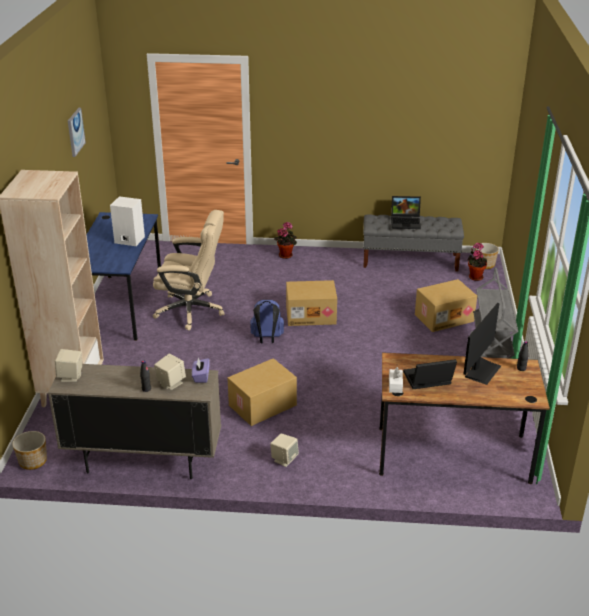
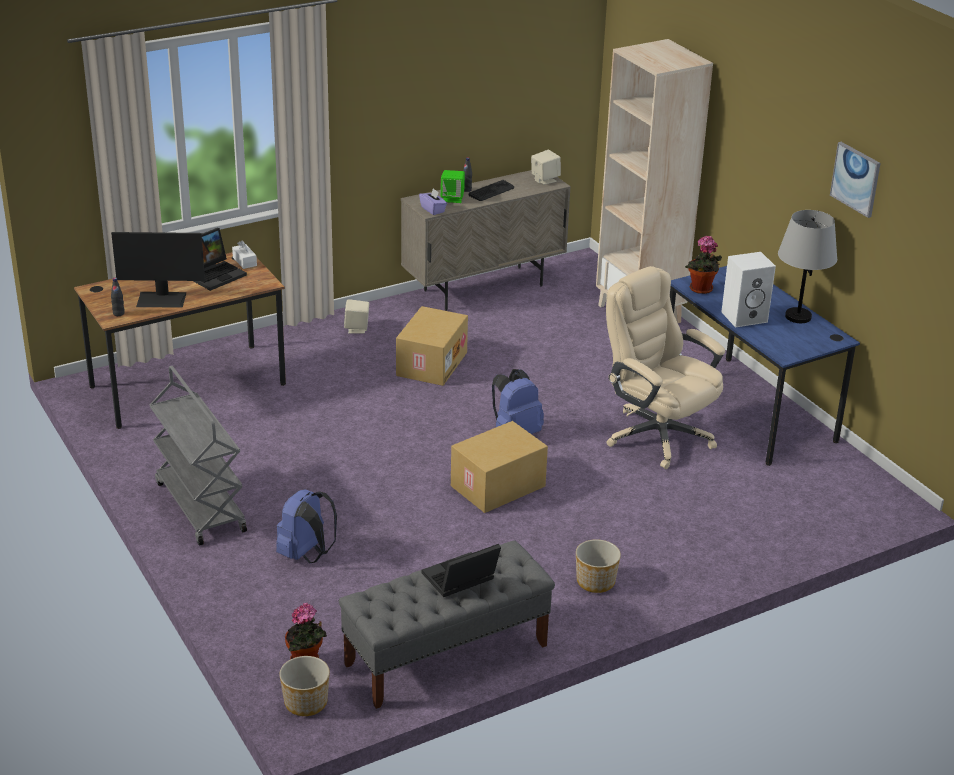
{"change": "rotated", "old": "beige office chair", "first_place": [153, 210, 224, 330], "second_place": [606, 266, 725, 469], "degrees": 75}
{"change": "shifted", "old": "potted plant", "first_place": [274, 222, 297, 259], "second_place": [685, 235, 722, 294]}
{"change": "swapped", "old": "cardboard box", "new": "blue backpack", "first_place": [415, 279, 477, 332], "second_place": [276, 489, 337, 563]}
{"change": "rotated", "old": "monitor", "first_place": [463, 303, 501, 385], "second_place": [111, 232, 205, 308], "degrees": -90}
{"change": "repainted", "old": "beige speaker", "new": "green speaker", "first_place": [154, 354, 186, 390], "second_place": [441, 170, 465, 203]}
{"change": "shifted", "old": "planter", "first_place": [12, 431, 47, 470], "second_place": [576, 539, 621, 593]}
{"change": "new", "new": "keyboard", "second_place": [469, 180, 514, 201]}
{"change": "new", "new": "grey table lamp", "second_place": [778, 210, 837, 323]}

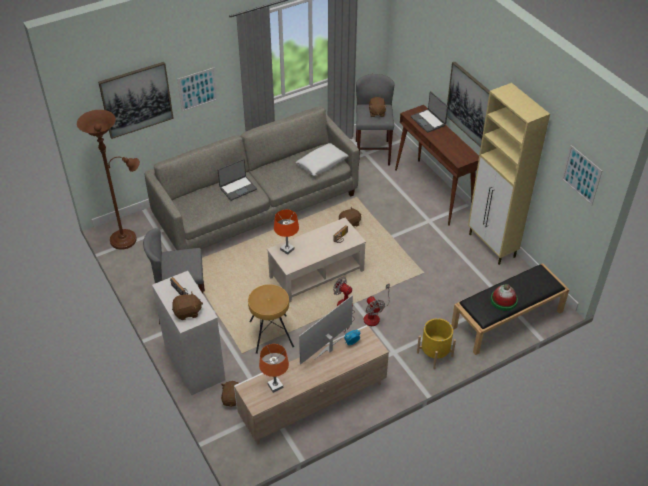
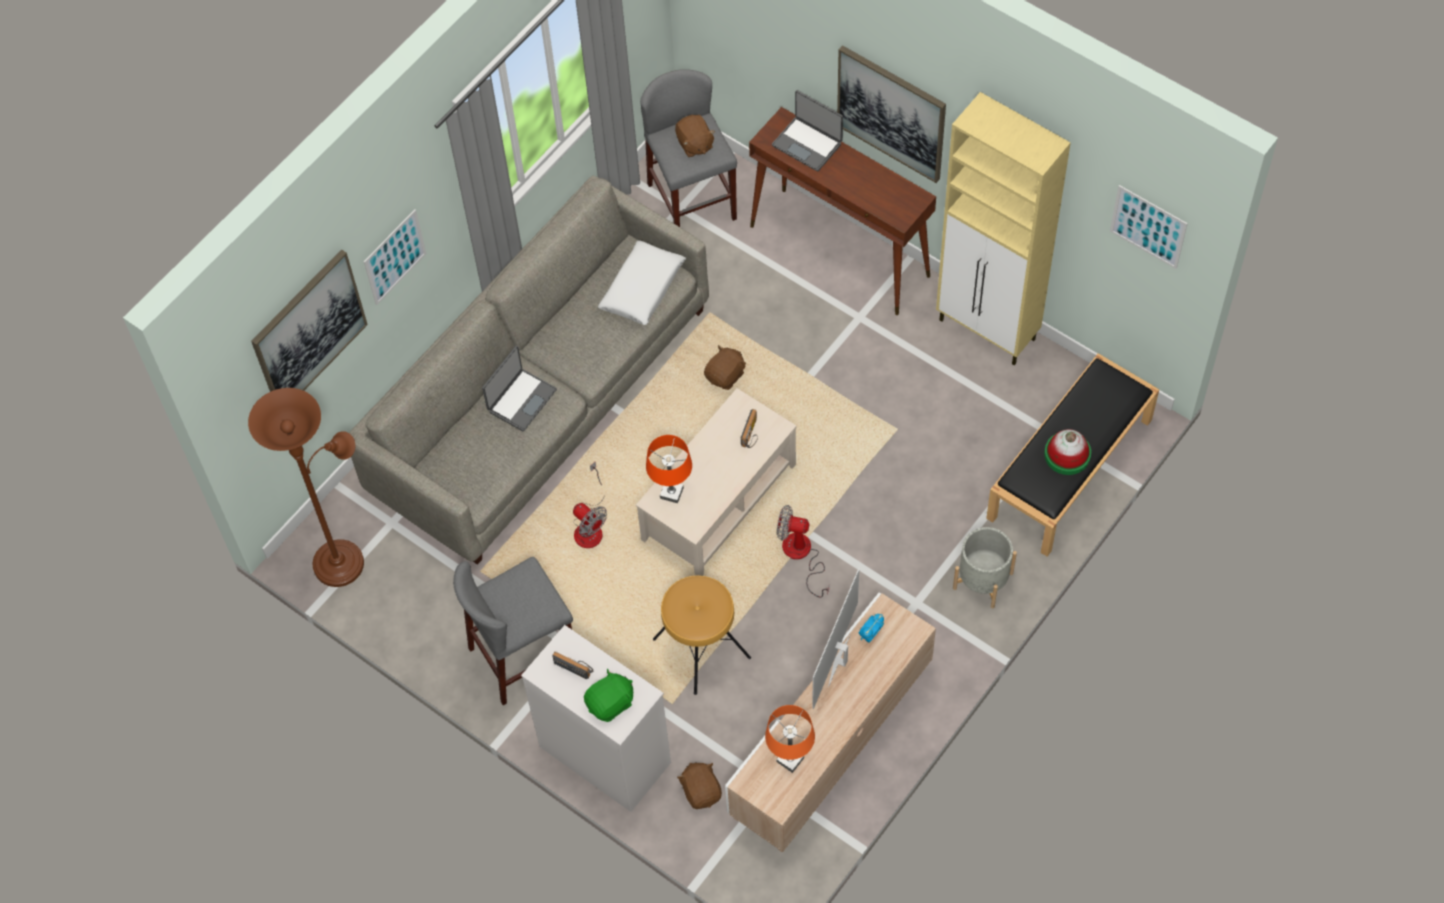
{"change": "shifted", "old": "fan", "first_place": [364, 284, 390, 326], "second_place": [573, 462, 607, 548]}
{"change": "repainted", "old": "brown plush toy", "new": "green plush toy", "first_place": [172, 292, 203, 320], "second_place": [584, 669, 633, 722]}
{"change": "repainted", "old": "yellow planter", "new": "grey planter", "first_place": [417, 318, 456, 369], "second_place": [953, 527, 1017, 608]}

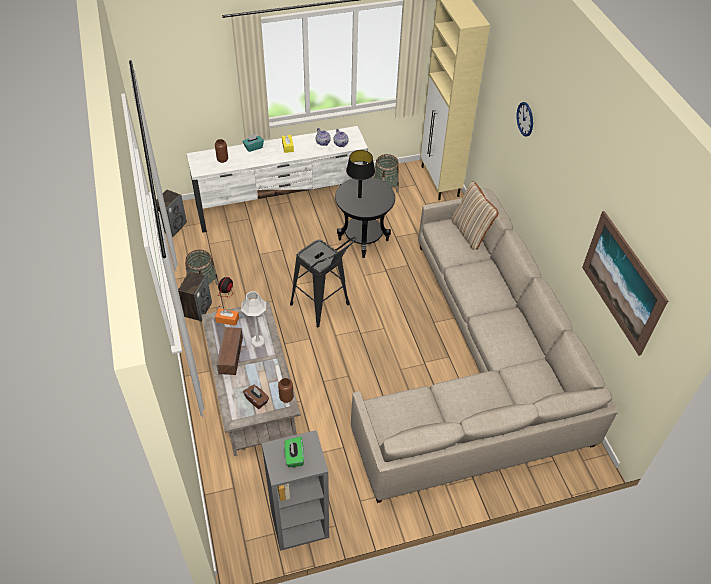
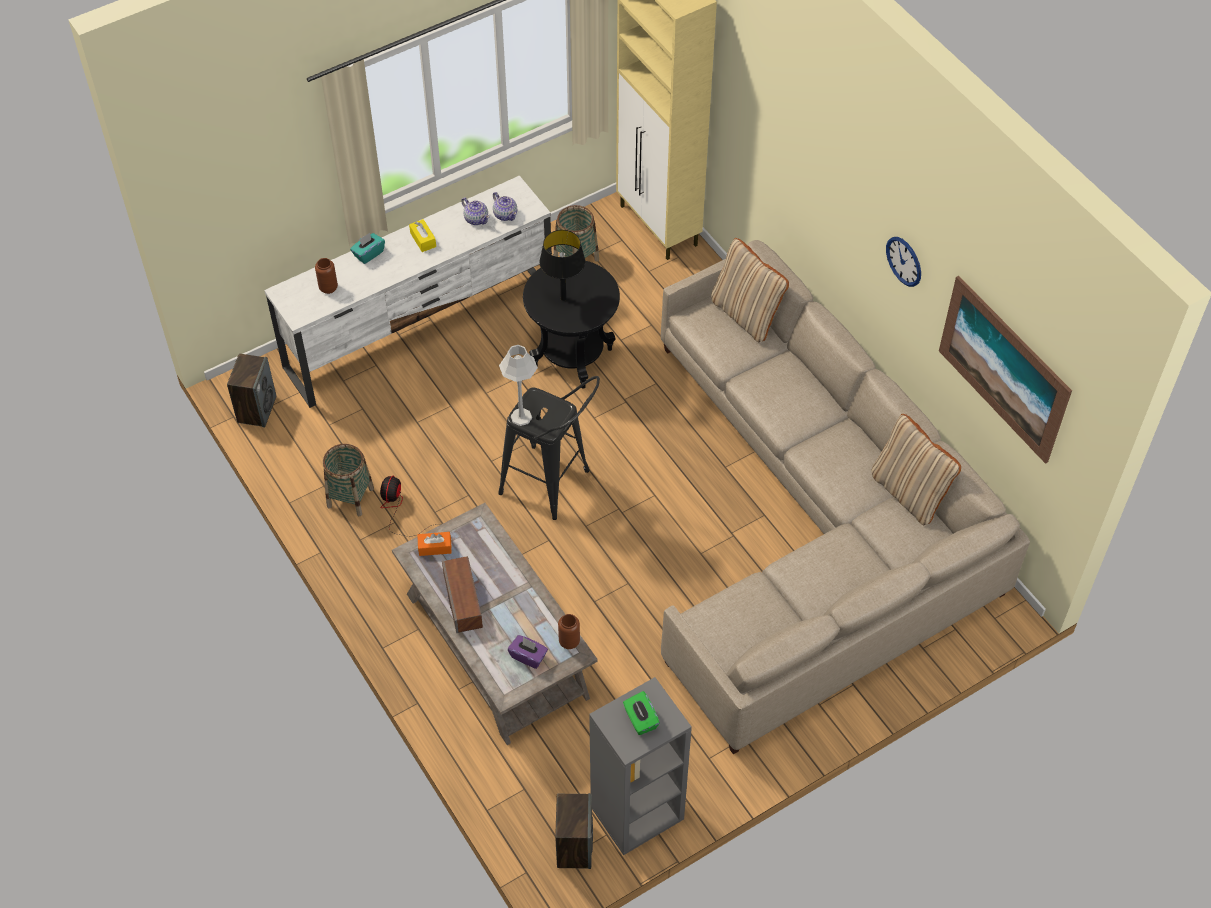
{"change": "shifted", "old": "wall clock", "first_place": [517, 102, 533, 137], "second_place": [886, 237, 921, 287]}
{"change": "shifted", "old": "speaker", "first_place": [178, 271, 212, 322], "second_place": [555, 793, 593, 869]}
{"change": "shifted", "old": "grey table lamp", "first_place": [241, 291, 266, 347], "second_place": [499, 345, 538, 426]}
{"change": "repainted", "old": "brown tissue box", "new": "purple tissue box", "first_place": [243, 385, 269, 409], "second_place": [508, 635, 548, 669]}
{"change": "new", "new": "beige pillow", "second_place": [871, 414, 961, 526]}

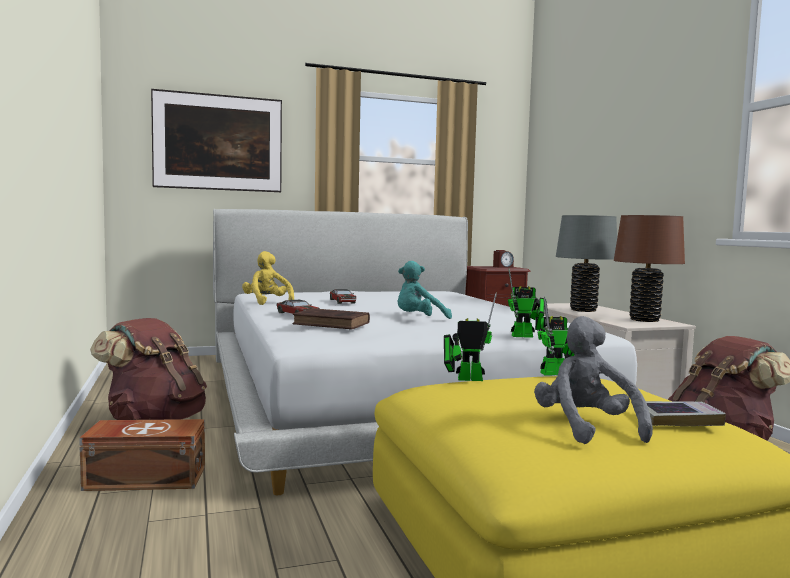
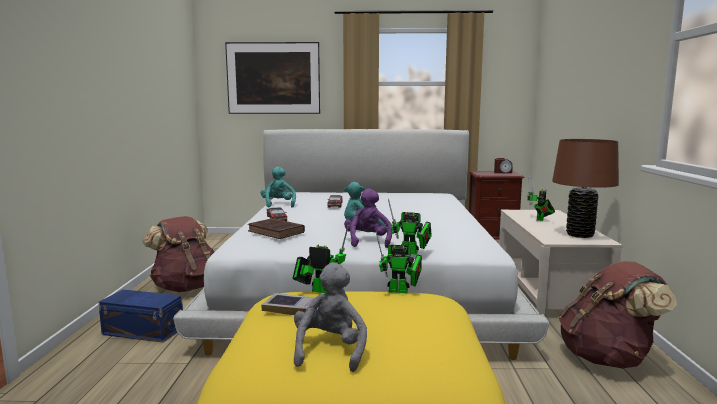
{"change": "swapped", "old": "grey table lamp", "new": "toy robot", "first_place": [556, 215, 617, 312], "second_place": [527, 176, 555, 221]}
{"change": "repainted", "old": "yellow plush toy", "new": "turquoise plush toy", "first_place": [242, 251, 294, 305], "second_place": [261, 166, 296, 208]}
{"change": "shifted", "old": "book", "first_place": [646, 401, 726, 426], "second_place": [261, 293, 315, 315]}
{"change": "repainted", "old": "brown storage box", "new": "blue storage box", "first_place": [79, 419, 205, 491], "second_place": [98, 289, 183, 343]}
{"change": "new", "new": "purple plush toy", "second_place": [344, 189, 392, 248]}

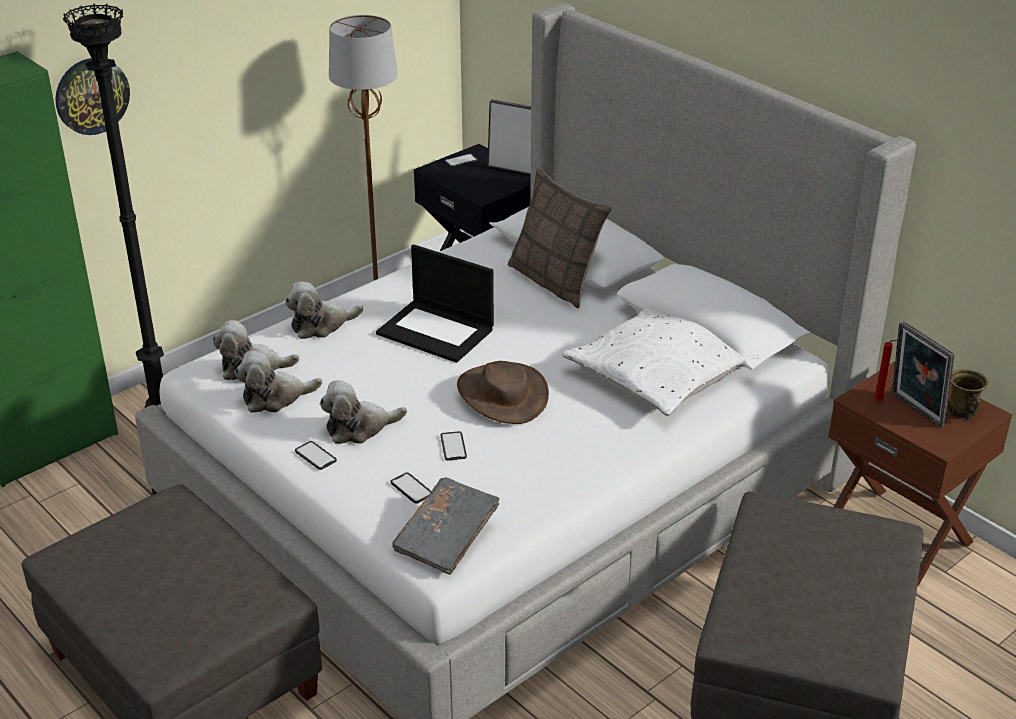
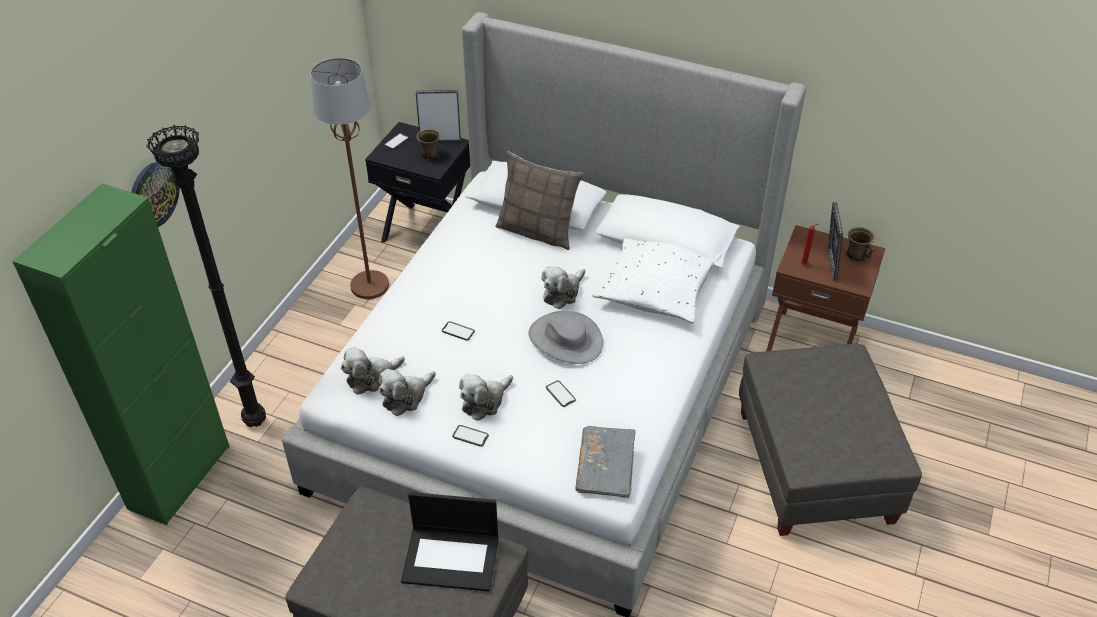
{"change": "shifted", "old": "laptop", "first_place": [376, 244, 494, 363], "second_place": [401, 492, 499, 592]}
{"change": "shifted", "old": "plush toy", "first_place": [285, 281, 363, 339], "second_place": [541, 266, 585, 309]}
{"change": "rotated", "old": "picture frame", "first_place": [892, 321, 955, 428], "second_place": [828, 202, 843, 281], "degrees": 60}
{"change": "repainted", "old": "brown hat", "new": "grey hat", "first_place": [457, 361, 549, 424], "second_place": [528, 311, 603, 364]}
{"change": "shifted", "old": "phone", "first_place": [390, 472, 431, 504], "second_place": [442, 321, 475, 341]}
{"change": "new", "new": "brown mug", "second_place": [416, 129, 440, 161]}

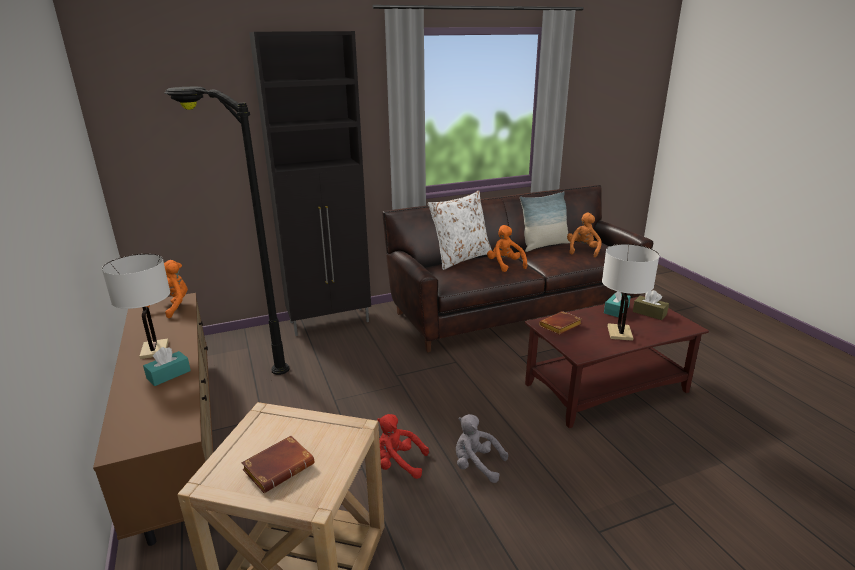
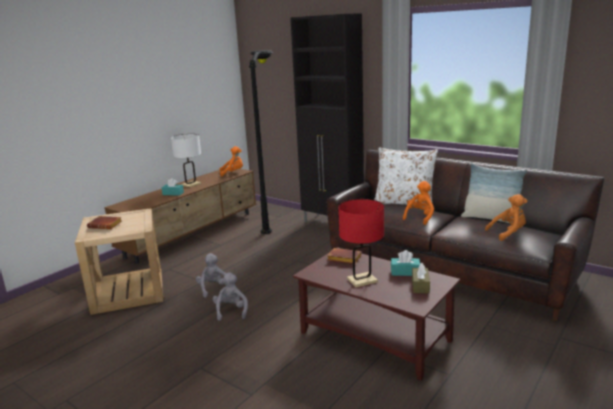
{"change": "repainted", "old": "white table lamp", "new": "red table lamp", "first_place": [602, 244, 659, 341], "second_place": [338, 199, 384, 288]}
{"change": "repainted", "old": "red plush toy", "new": "grey plush toy", "first_place": [377, 414, 429, 479], "second_place": [196, 253, 226, 298]}

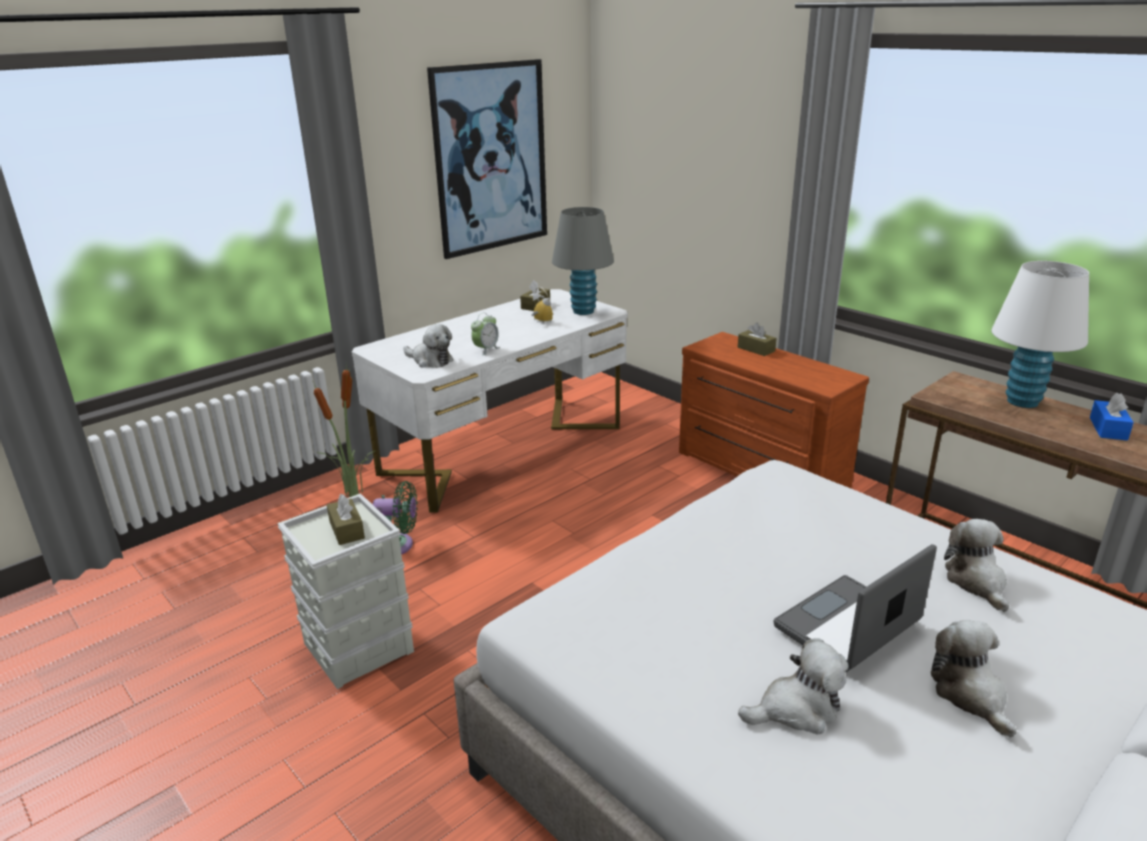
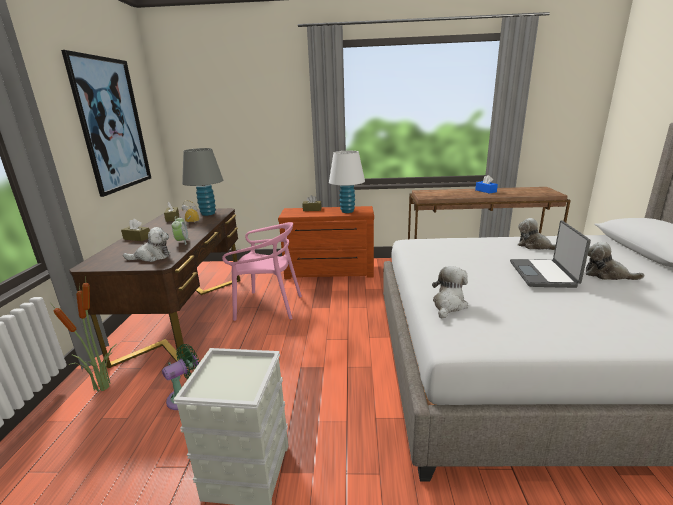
{"change": "shifted", "old": "white table lamp", "first_place": [991, 261, 1089, 408], "second_place": [329, 151, 365, 213]}
{"change": "repainted", "old": "white desk", "new": "brown desk", "first_place": [352, 289, 628, 513], "second_place": [69, 208, 240, 368]}
{"change": "shifted", "old": "brown tissue box", "first_place": [327, 494, 365, 545], "second_place": [121, 219, 150, 241]}
{"change": "shifted", "old": "plush toy", "first_place": [738, 638, 848, 735], "second_place": [432, 266, 468, 319]}
{"change": "new", "new": "pink chair", "second_place": [222, 222, 302, 321]}

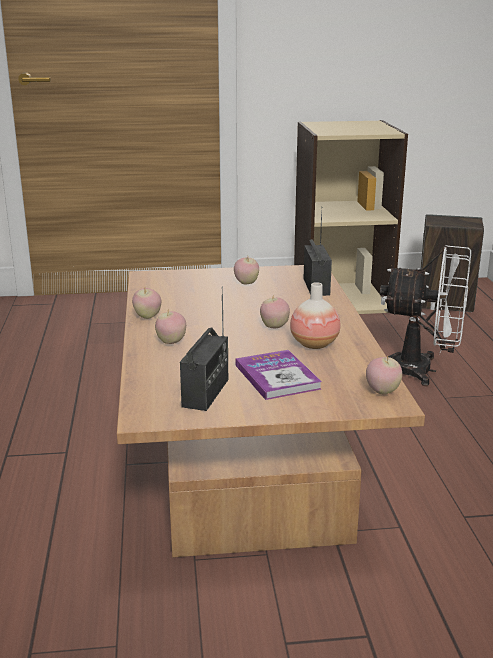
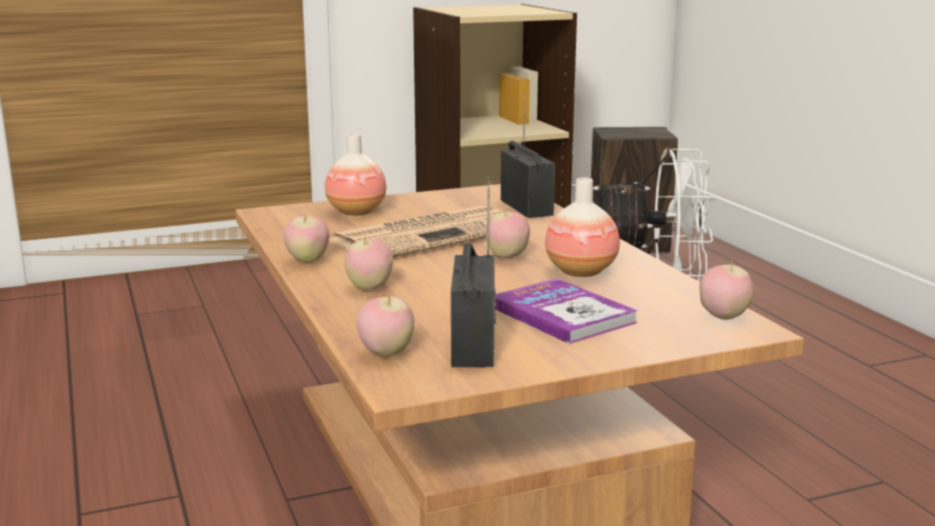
{"change": "shifted", "old": "apple", "first_place": [234, 258, 259, 285], "second_place": [356, 292, 414, 357]}
{"change": "new", "new": "vase", "second_place": [325, 133, 387, 215]}
{"change": "new", "new": "newspaper", "second_place": [329, 205, 506, 257]}

